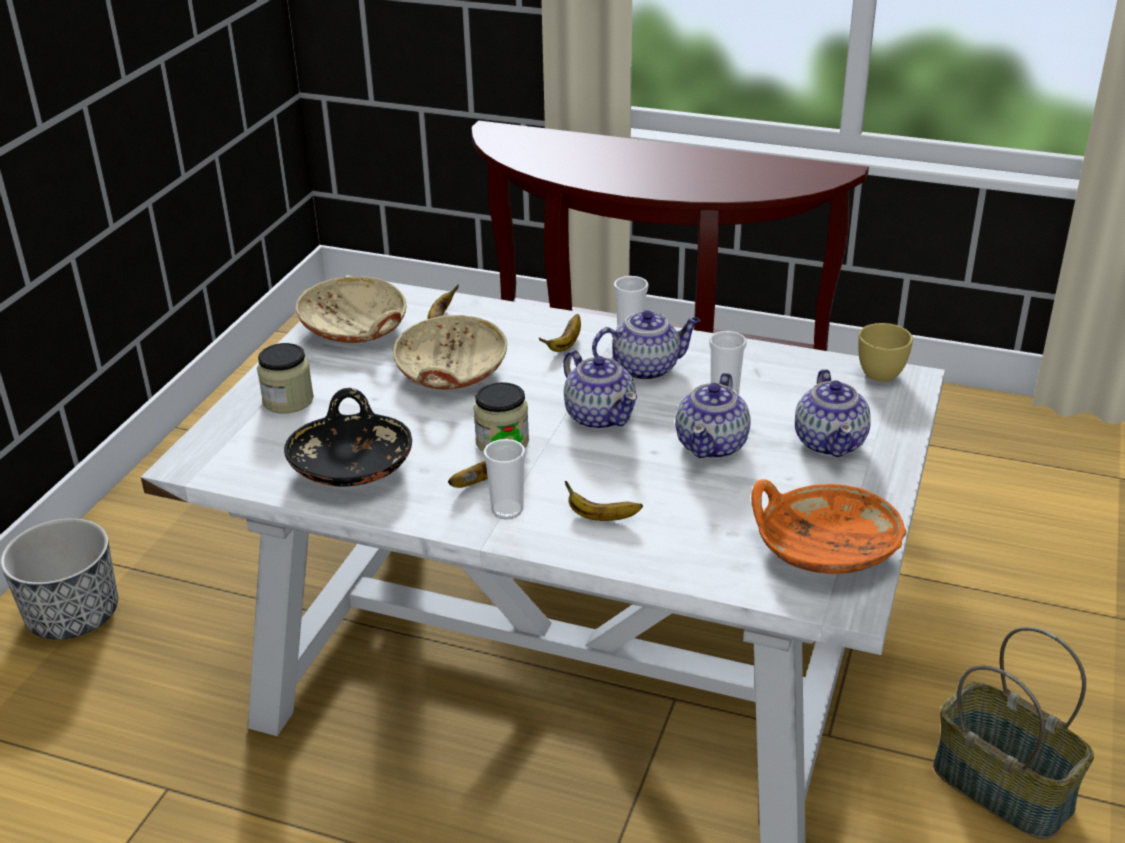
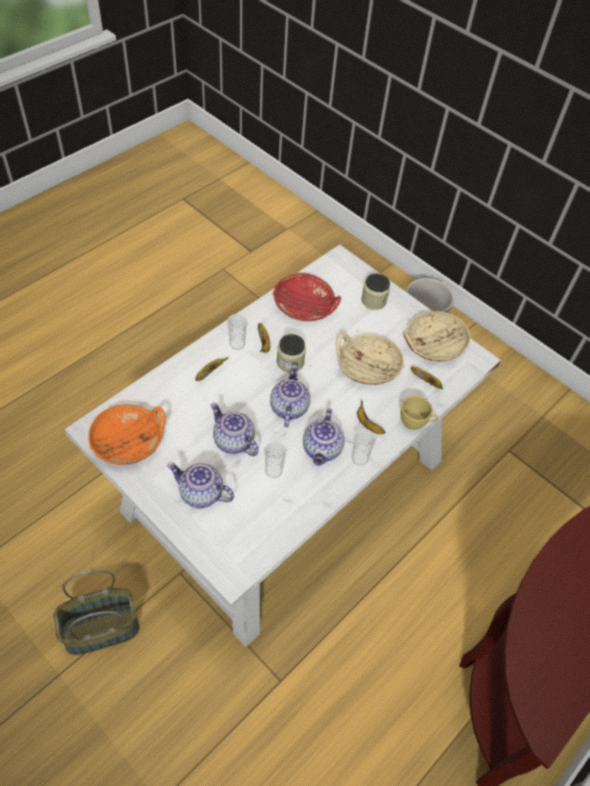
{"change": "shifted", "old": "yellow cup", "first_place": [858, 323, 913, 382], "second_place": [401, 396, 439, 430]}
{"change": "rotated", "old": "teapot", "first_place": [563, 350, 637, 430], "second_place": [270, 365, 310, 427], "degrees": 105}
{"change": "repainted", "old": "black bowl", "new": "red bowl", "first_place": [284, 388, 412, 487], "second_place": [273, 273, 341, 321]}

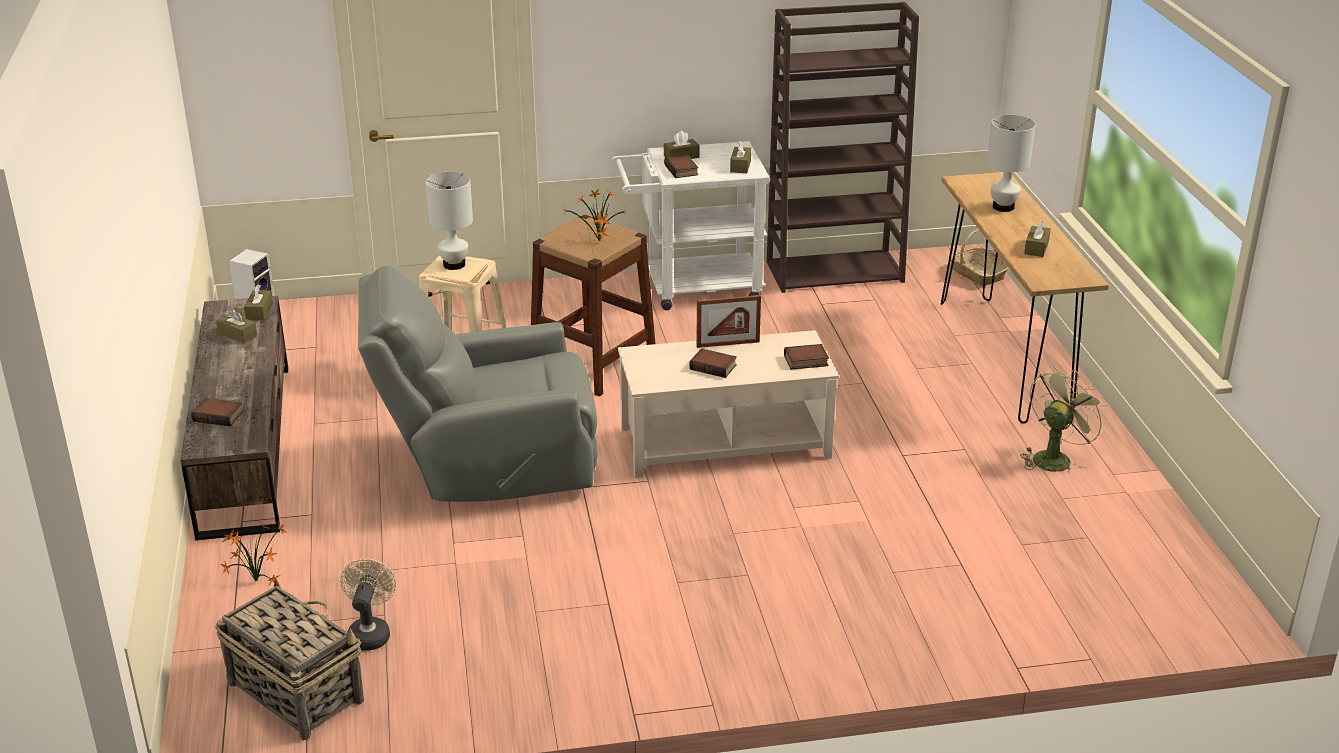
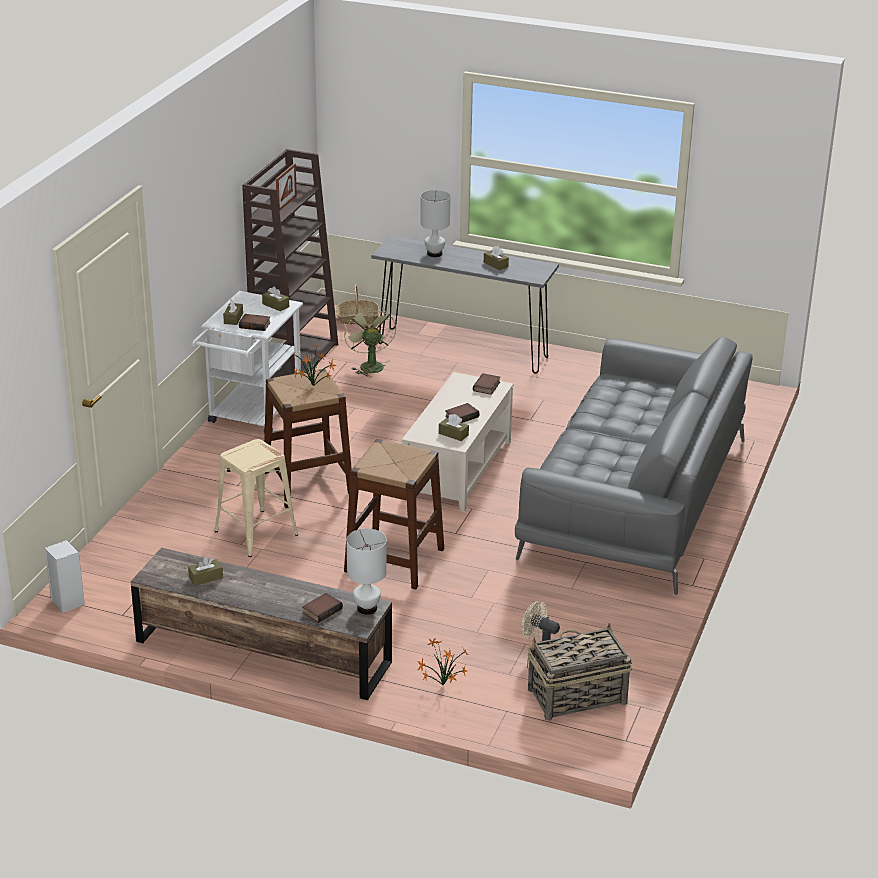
{"change": "shifted", "old": "white table lamp", "first_place": [426, 172, 473, 270], "second_place": [346, 529, 387, 615]}
{"change": "repainted", "old": "brown console table", "new": "grey console table", "first_place": [941, 172, 1109, 424], "second_place": [371, 235, 559, 374]}
{"change": "swapped", "old": "grey armchair", "new": "brown stool", "first_place": [358, 265, 598, 502], "second_place": [344, 439, 444, 589]}
{"change": "shifted", "old": "brown tissue box", "first_place": [244, 285, 273, 320], "second_place": [439, 414, 469, 441]}
{"change": "shifted", "old": "picture frame", "first_place": [696, 295, 761, 348], "second_place": [276, 163, 297, 211]}
{"change": "shifted", "old": "green fan", "first_place": [1020, 367, 1108, 472], "second_place": [344, 306, 396, 377]}
{"change": "new", "new": "grey sofa", "second_place": [515, 337, 753, 595]}

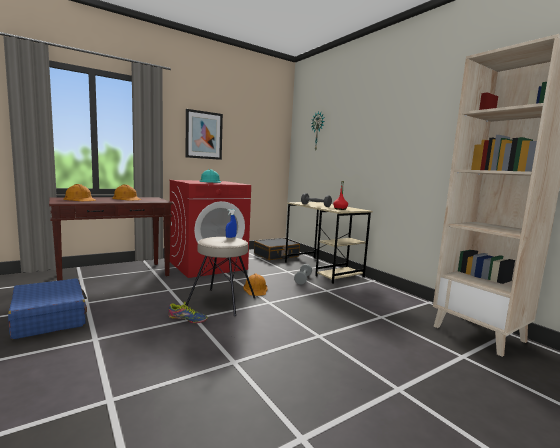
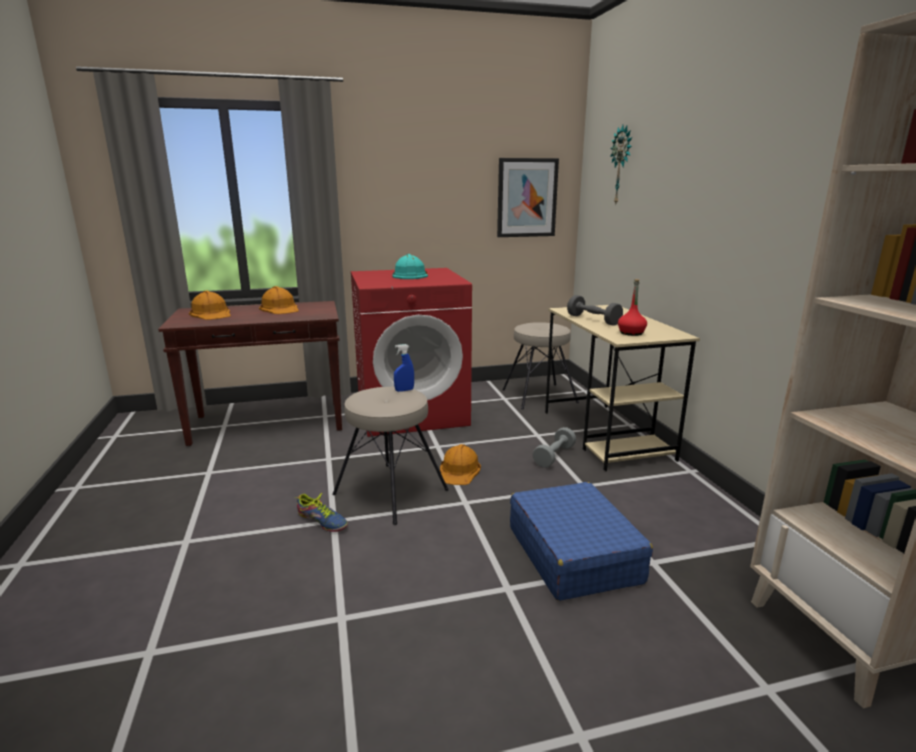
{"change": "shifted", "old": "picture", "first_place": [186, 109, 223, 160], "second_place": [497, 158, 559, 237]}
{"change": "swapped", "old": "black suitcase", "new": "beige stool", "first_place": [254, 238, 300, 260], "second_place": [503, 322, 579, 409]}
{"change": "shifted", "old": "blue suitcase", "first_place": [8, 278, 87, 339], "second_place": [510, 482, 653, 601]}

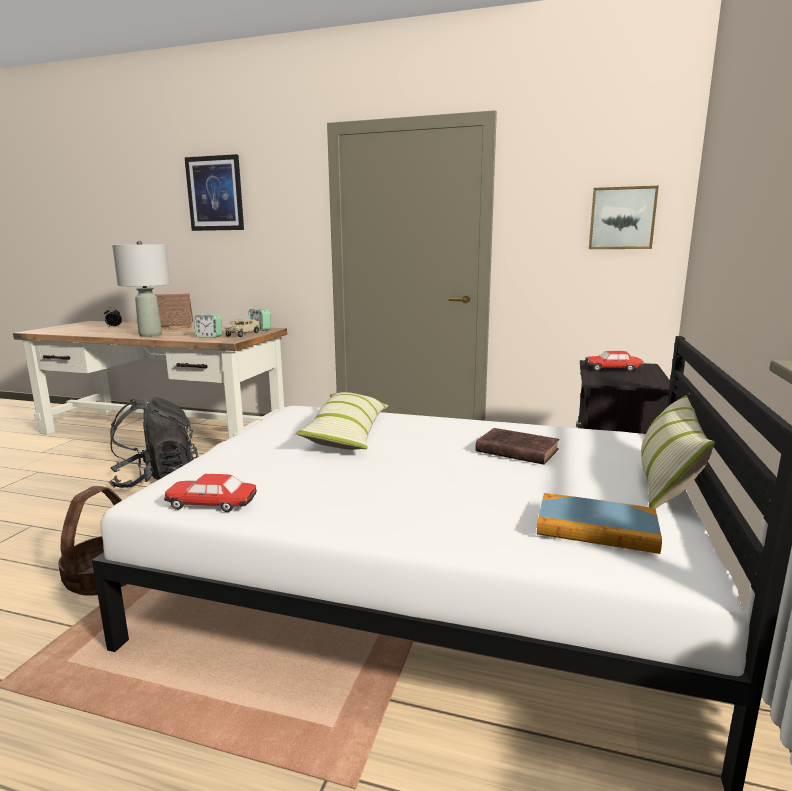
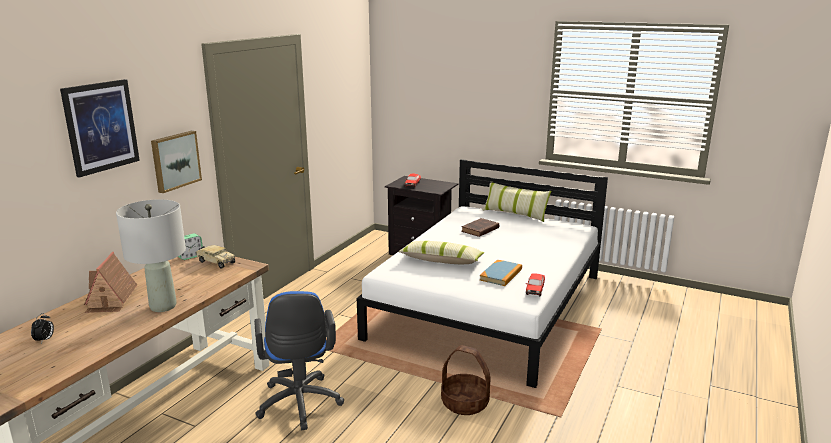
{"change": "shifted", "old": "picture", "first_place": [589, 186, 659, 249], "second_place": [151, 131, 202, 193]}
{"change": "gone", "old": "alarm clock", "first_place": [194, 314, 222, 338]}
{"change": "swapped", "old": "black backpack", "new": "blue office chair", "first_place": [109, 397, 198, 488], "second_place": [254, 291, 344, 430]}
{"change": "shifted", "old": "book", "first_place": [537, 493, 662, 554], "second_place": [480, 260, 522, 286]}

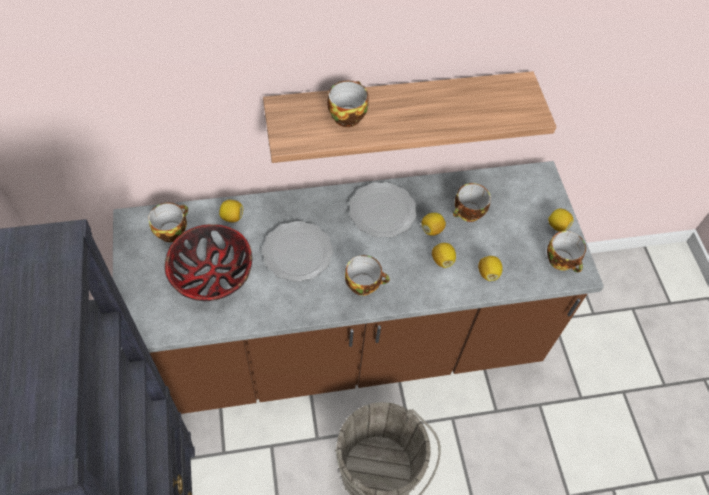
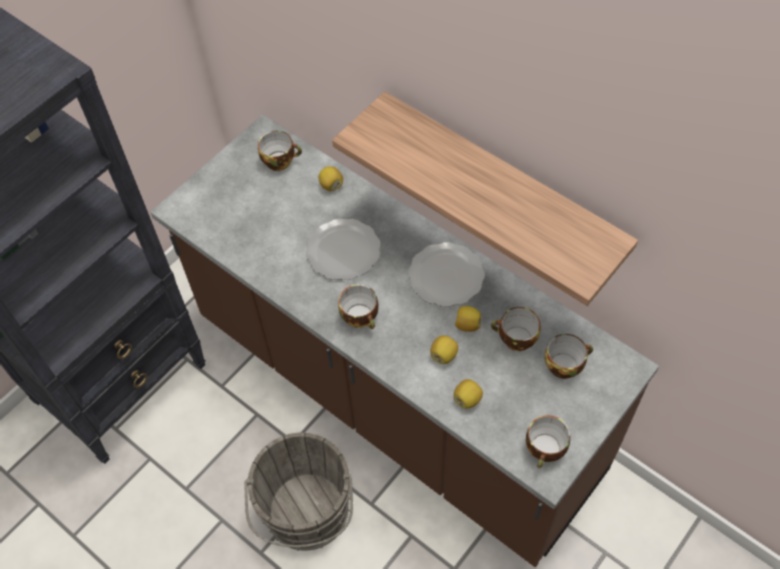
{"change": "shifted", "old": "cup", "first_place": [327, 81, 369, 127], "second_place": [545, 334, 593, 379]}
{"change": "gone", "old": "lemon", "first_place": [548, 208, 574, 232]}
{"change": "gone", "old": "bowl", "first_place": [165, 224, 252, 301]}

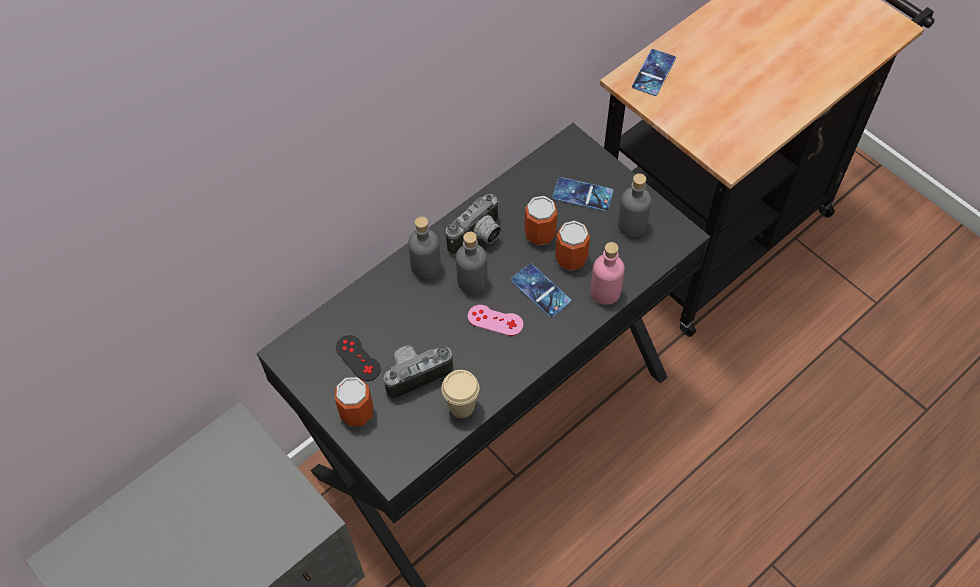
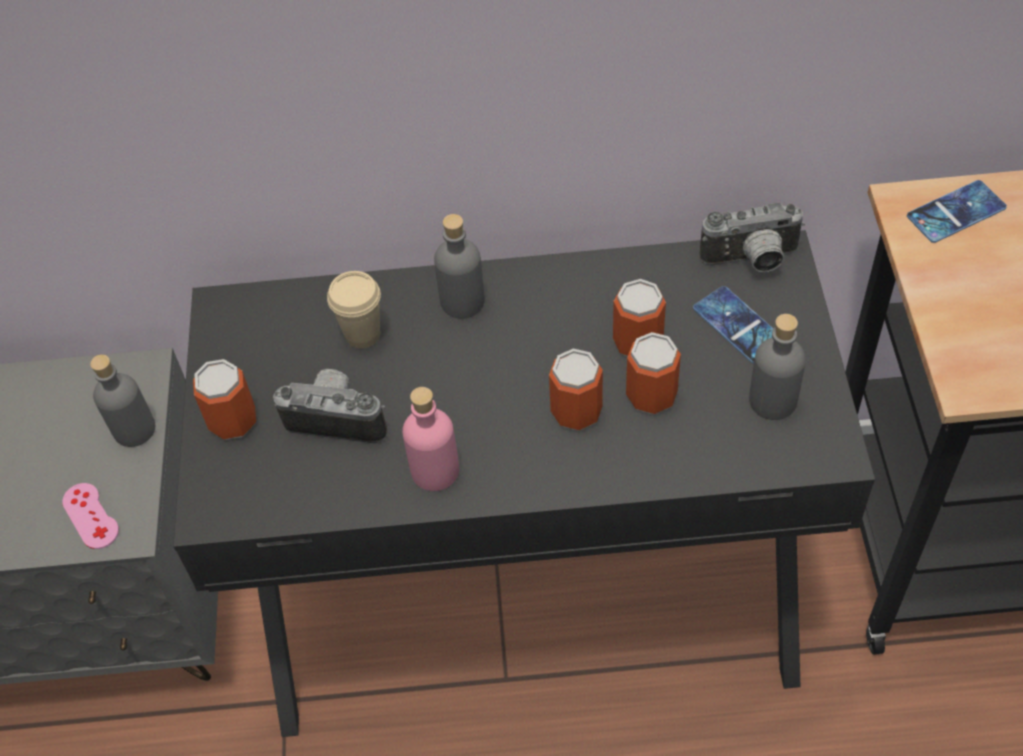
{"change": "shifted", "old": "photo camera", "first_place": [446, 194, 501, 255], "second_place": [699, 202, 805, 272]}
{"change": "shifted", "old": "grey bottle", "first_place": [456, 232, 487, 294], "second_place": [90, 354, 155, 447]}
{"change": "shifted", "old": "pink bottle", "first_place": [591, 242, 625, 305], "second_place": [402, 387, 459, 491]}
{"change": "swapped", "old": "phone", "new": "can", "first_place": [511, 263, 571, 318], "second_place": [549, 349, 603, 431]}
{"change": "shifted", "old": "pink game controller", "first_place": [468, 305, 523, 336], "second_place": [62, 483, 119, 549]}
{"change": "gone", "old": "black game controller", "first_place": [336, 335, 381, 381]}
{"change": "shifted", "old": "beige cup", "first_place": [442, 370, 479, 418], "second_place": [327, 271, 381, 348]}

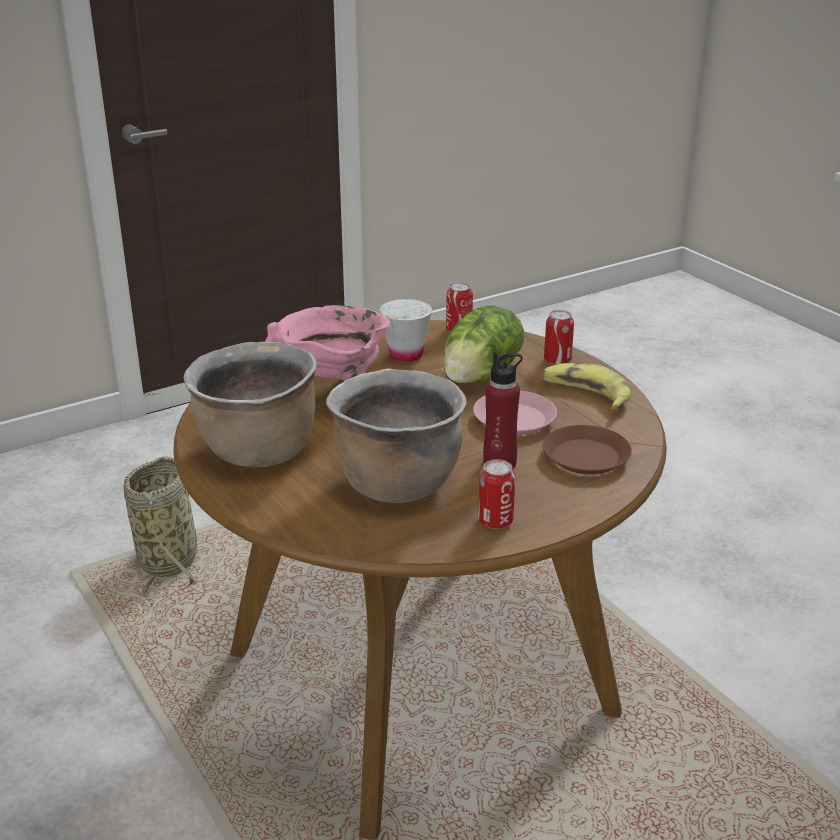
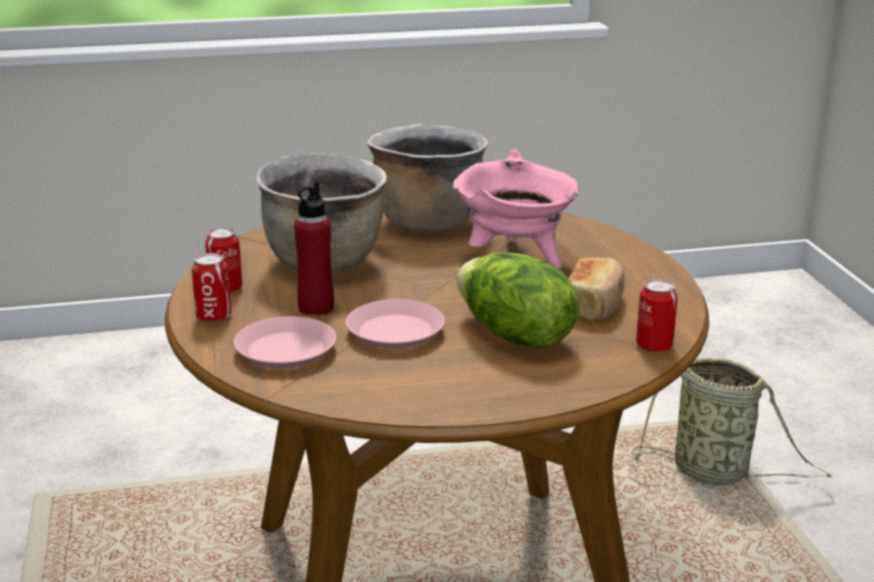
{"change": "swapped", "old": "white cup", "new": "bread", "first_place": [380, 299, 432, 362], "second_place": [568, 258, 625, 321]}
{"change": "shifted", "old": "can", "first_place": [544, 310, 574, 365], "second_place": [192, 253, 231, 323]}
{"change": "gone", "old": "banana", "first_place": [542, 363, 631, 410]}
{"change": "repainted", "old": "brown plate", "new": "pink plate", "first_place": [543, 425, 632, 475], "second_place": [234, 316, 336, 369]}

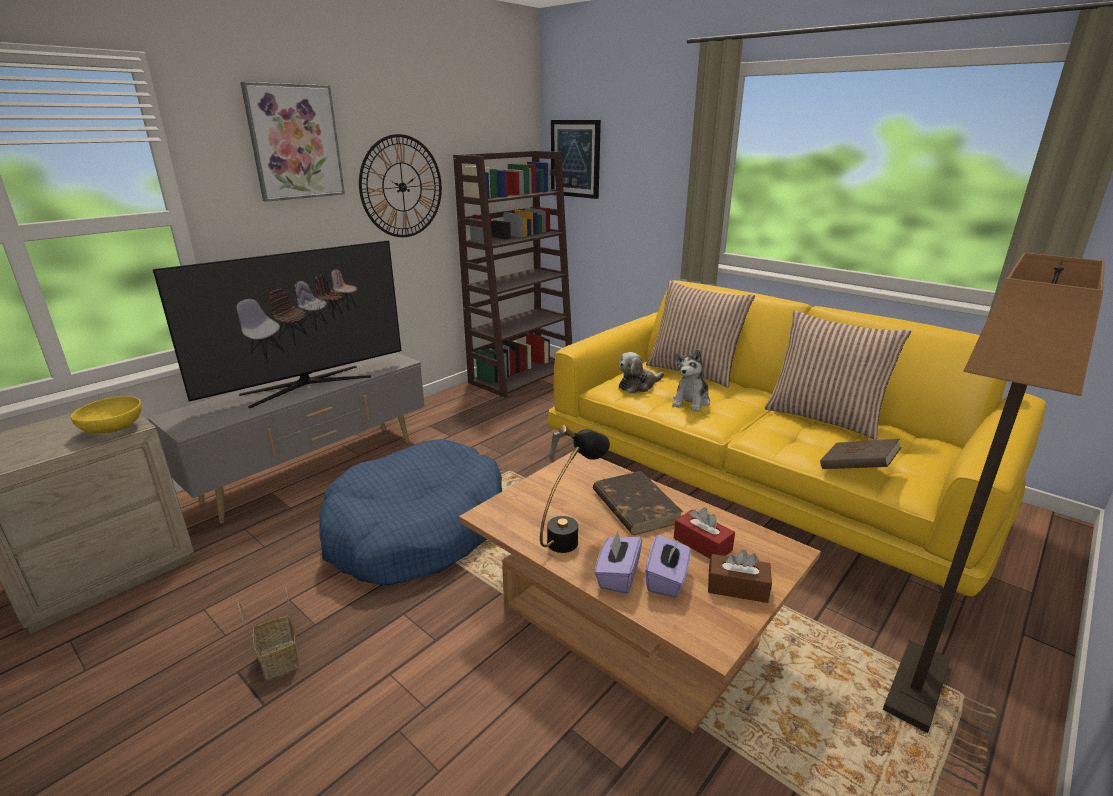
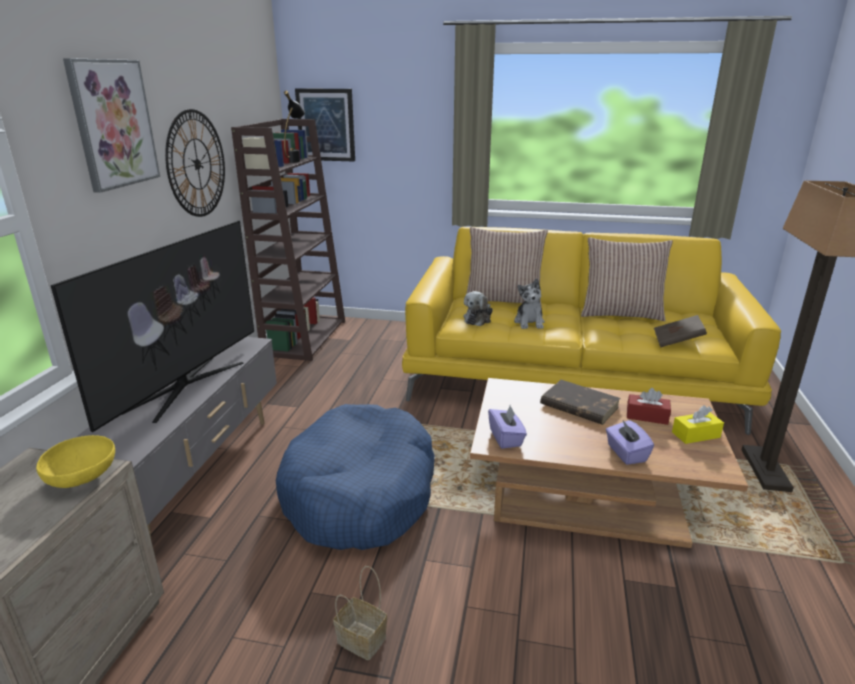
{"change": "shifted", "old": "black table lamp", "first_place": [540, 425, 610, 553], "second_place": [284, 91, 305, 163]}
{"change": "shifted", "old": "purple tissue box", "first_place": [645, 534, 691, 598], "second_place": [488, 405, 527, 449]}
{"change": "repainted", "old": "brown tissue box", "new": "yellow tissue box", "first_place": [708, 549, 772, 603], "second_place": [672, 405, 724, 444]}

